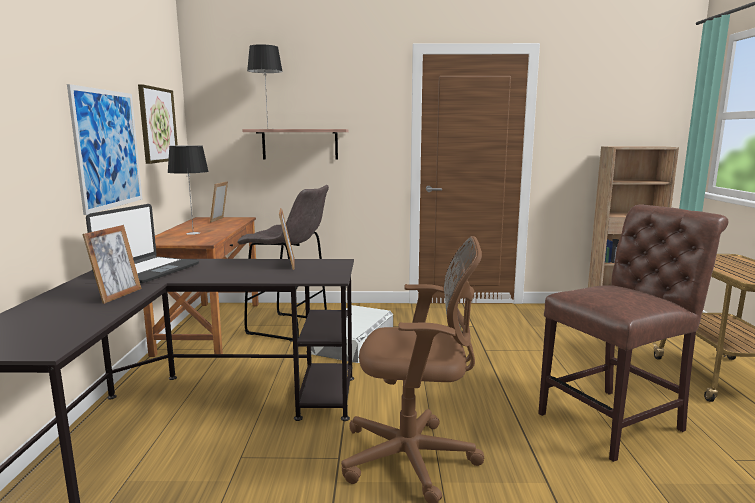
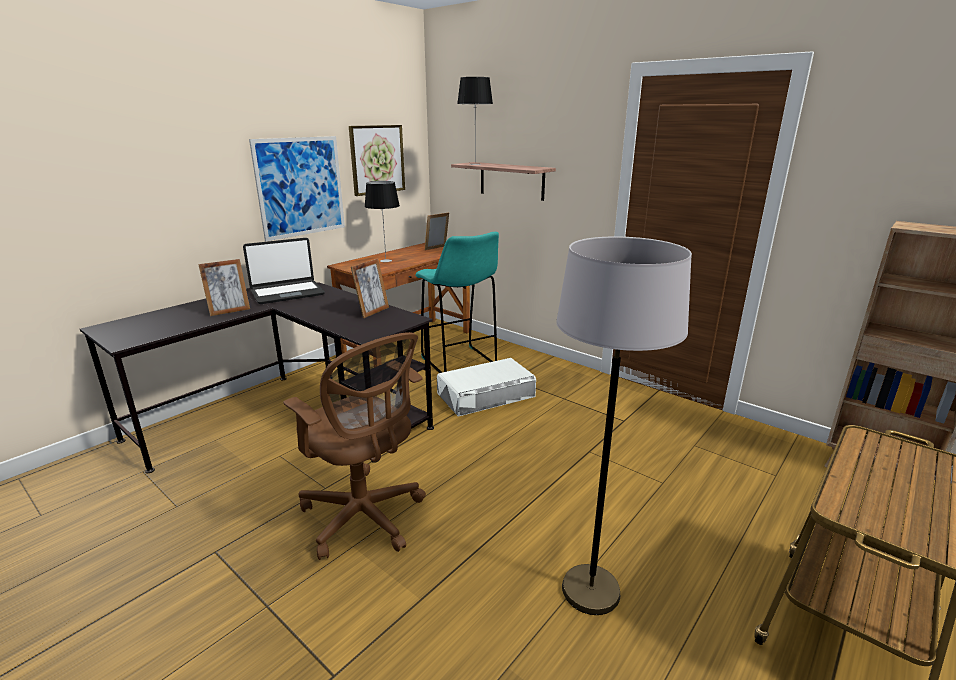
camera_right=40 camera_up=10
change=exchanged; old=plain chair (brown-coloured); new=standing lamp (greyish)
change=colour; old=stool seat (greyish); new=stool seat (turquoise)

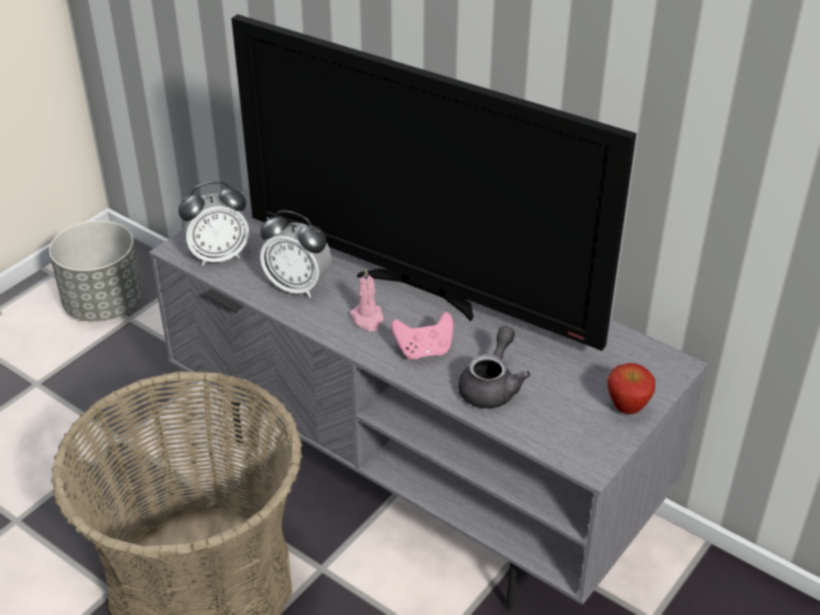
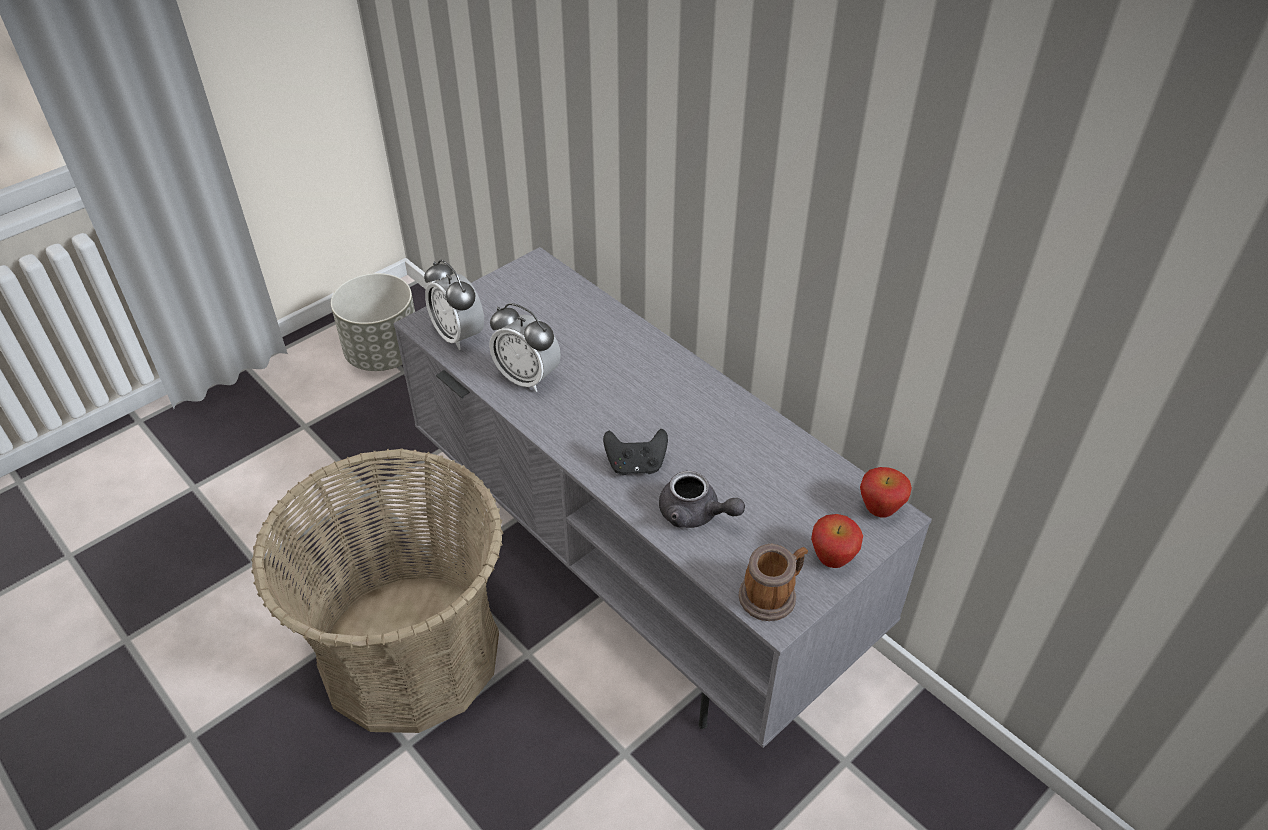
camera_right=10 camera_up=5
change=missing; old=TV set
change=missing; old=wax light (pink-coloured)
change=appeared; new=mug
change=appeared; new=apple (no. 2 from left)
change=colour; old=game controller (pink-coloured); new=game controller (black-coloured)
change=spun; old=alarm clock (no. 1 from left); degrees=60
change=spun; old=tea pot (greyish); degrees=90

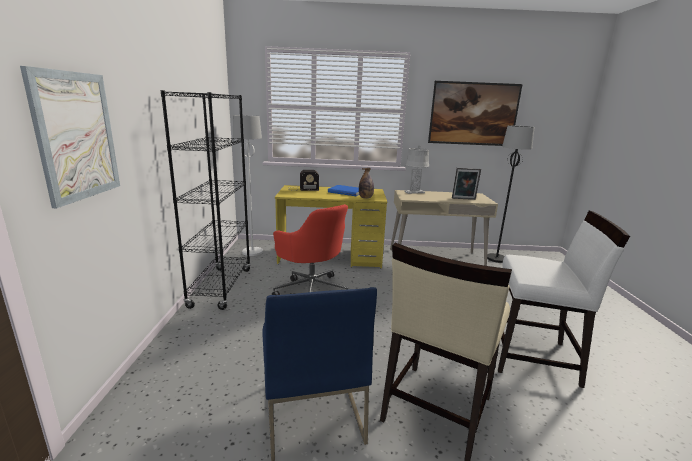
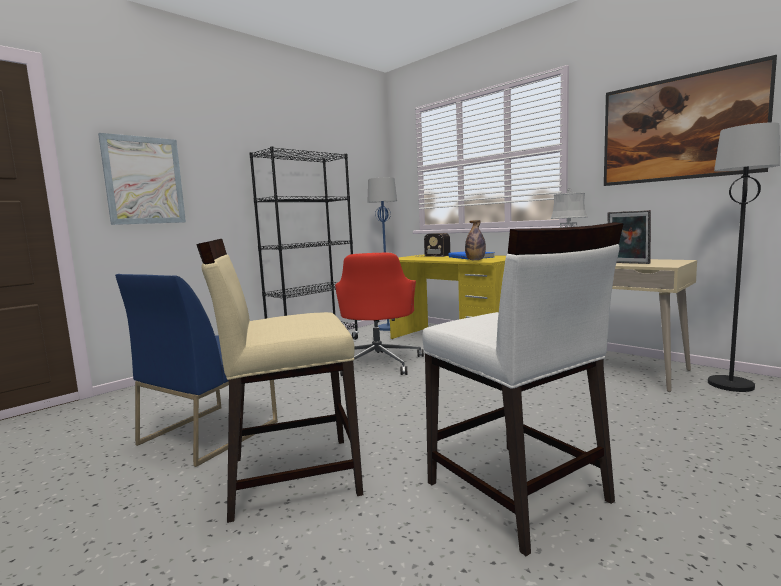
camera_right=45 camera_up=-10
change=colour; old=standing lamp (white); new=standing lamp (blue)

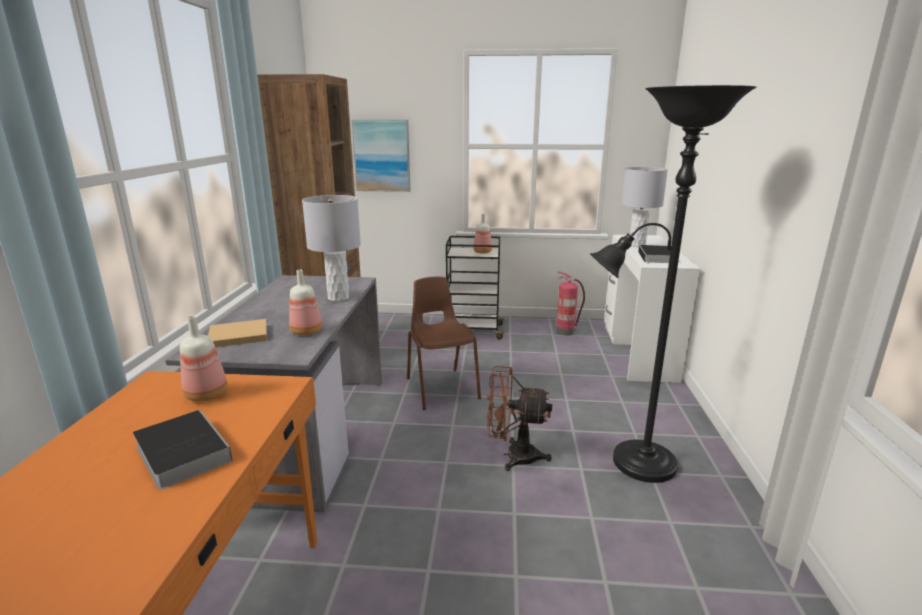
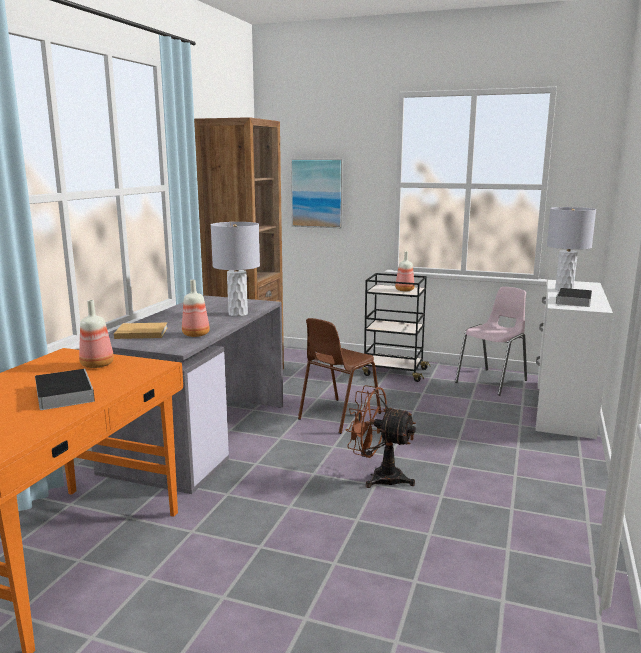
camera_right=15 camera_up=-5
change=missing; old=standing lamp (black-coloured)
change=exchanged; old=fire-fighting cylinder; new=plain chair (pink-coloured)
change=spun; old=plain chair (brown-coloured); degrees=-135

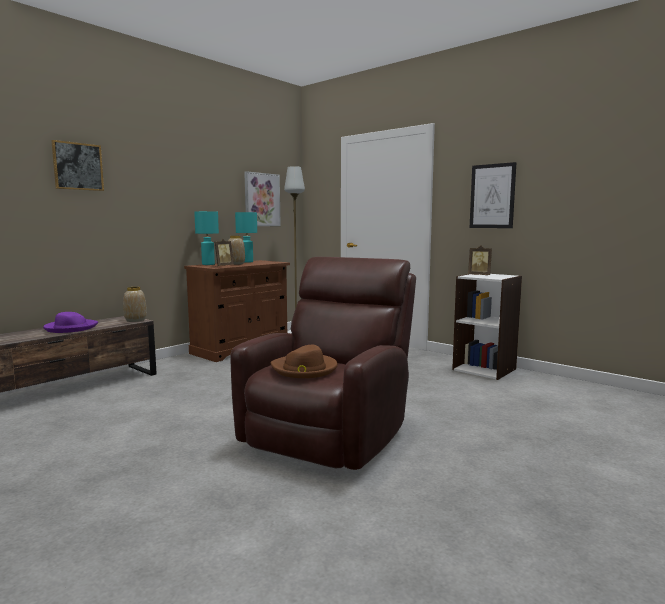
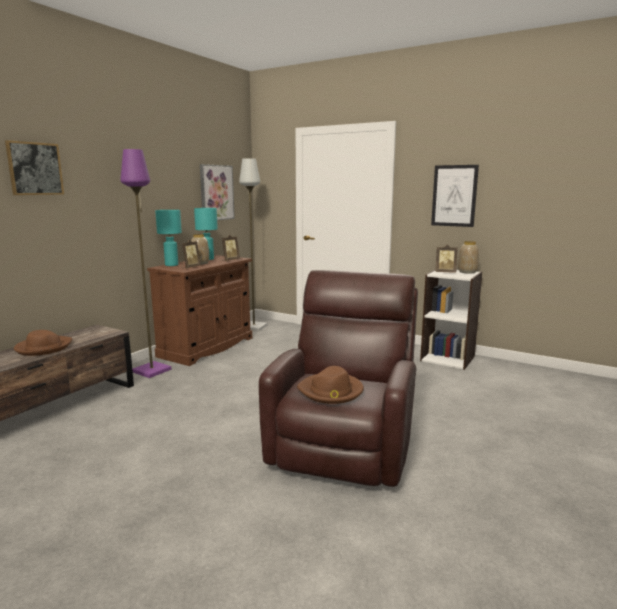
camera_right=-10 camera_up=5
change=appeared; new=standing lamp (purple)
change=appeared; new=photo frame (no. 2 from left)
change=relocated; old=vase (no. 1 from left in the first image); new=vase (no. 2 from left)
change=colour; old=wearable hat (purple); new=wearable hat (brown-coloured) (no. 1 from left)

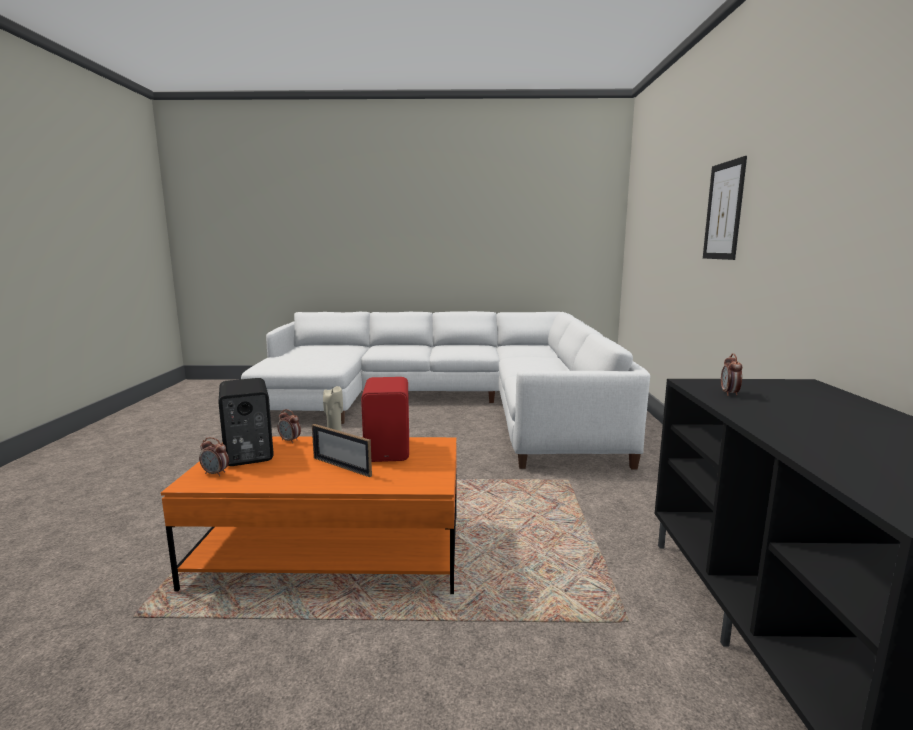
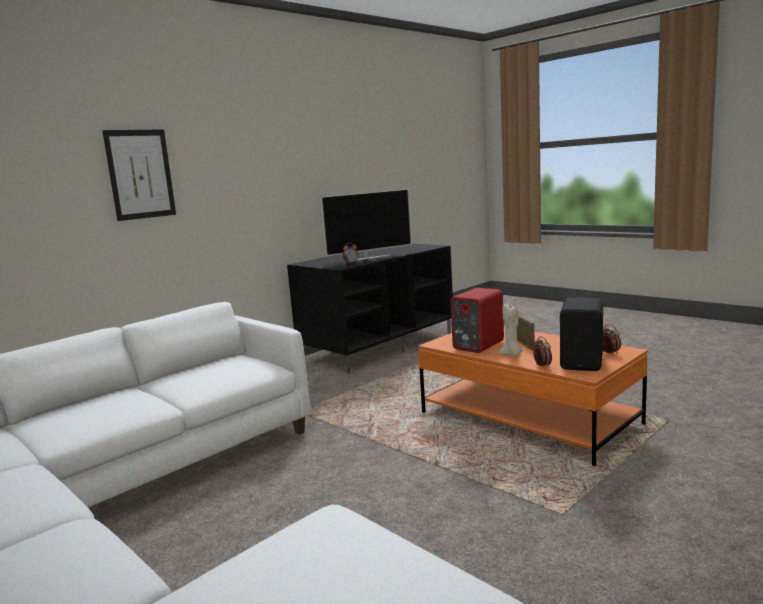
camera_right=-135 camera_up=0
change=appeared; new=TV set

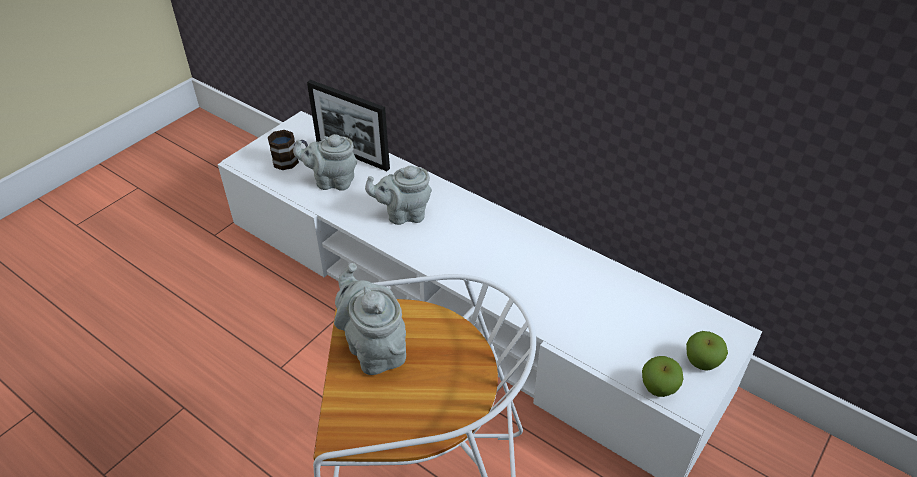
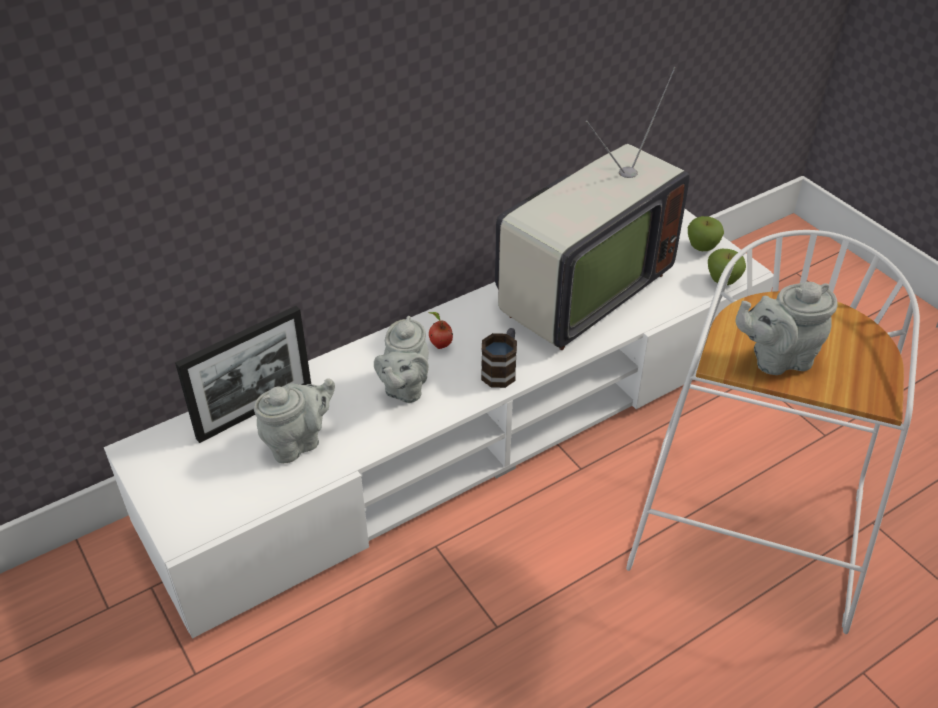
camera_right=-70 camera_up=0
change=appeared; new=apple (no. 1 from left)
change=appeared; new=TV set
change=relocated; old=mug
change=spun; old=tea pot (greyish) (no. 1 from left); degrees=-150

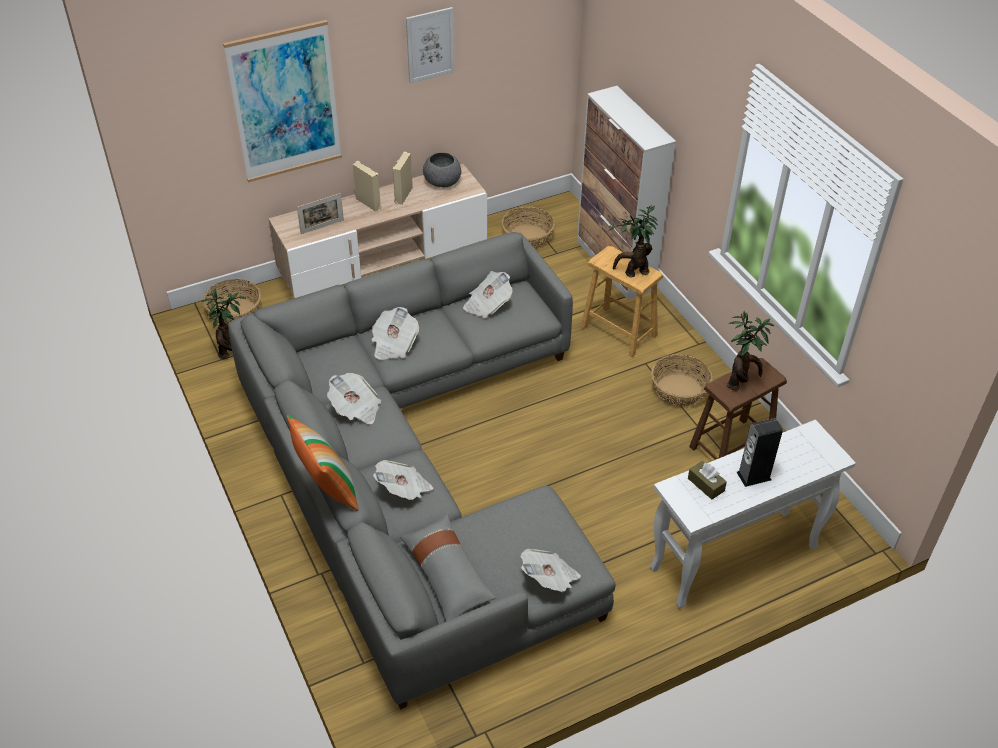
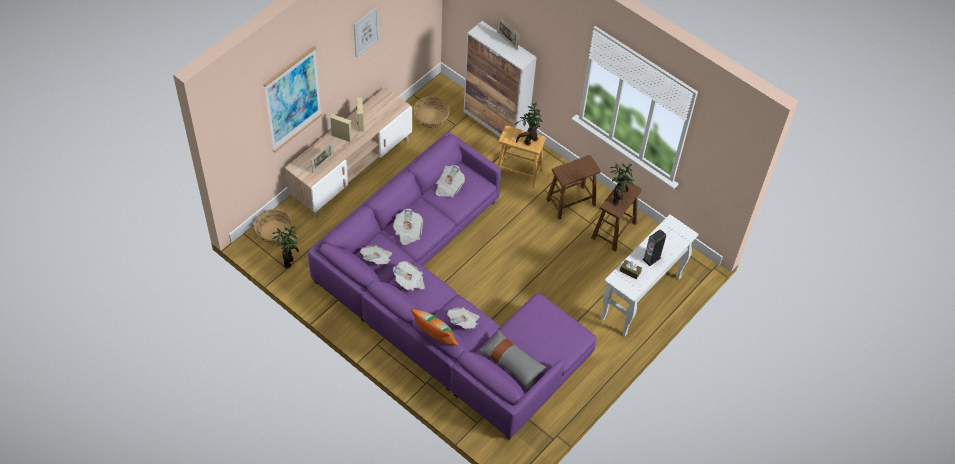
camera_right=-25 camera_up=10
change=missing; old=bowl (greyish)
change=appeared; new=photo frame (no. 2 from left)
change=relocated; old=printed paper (no. 5 from left in the first image); new=printed paper (no. 1 from left)
change=exchanged; old=household basket (no. 3 from left); new=stool seat (brown-coloured) (no. 2 from left)
change=colour; old=couch (greyish); new=couch (purple)

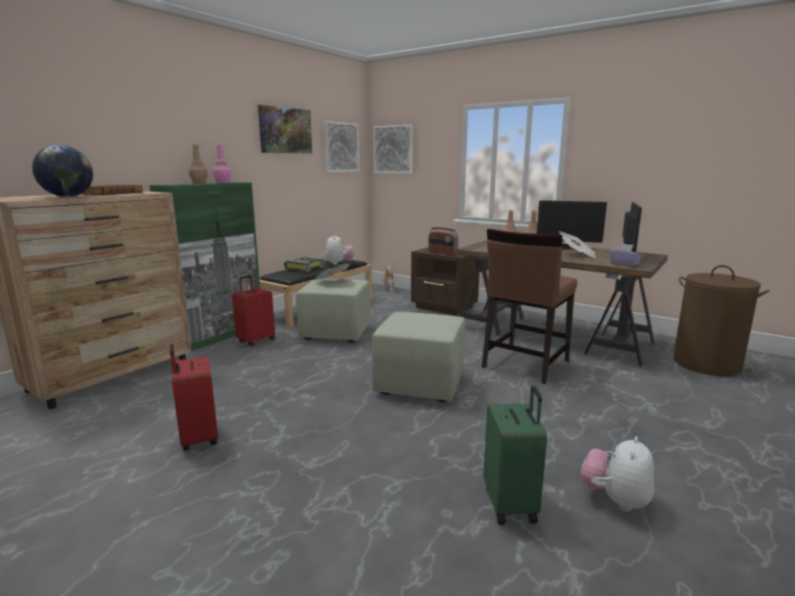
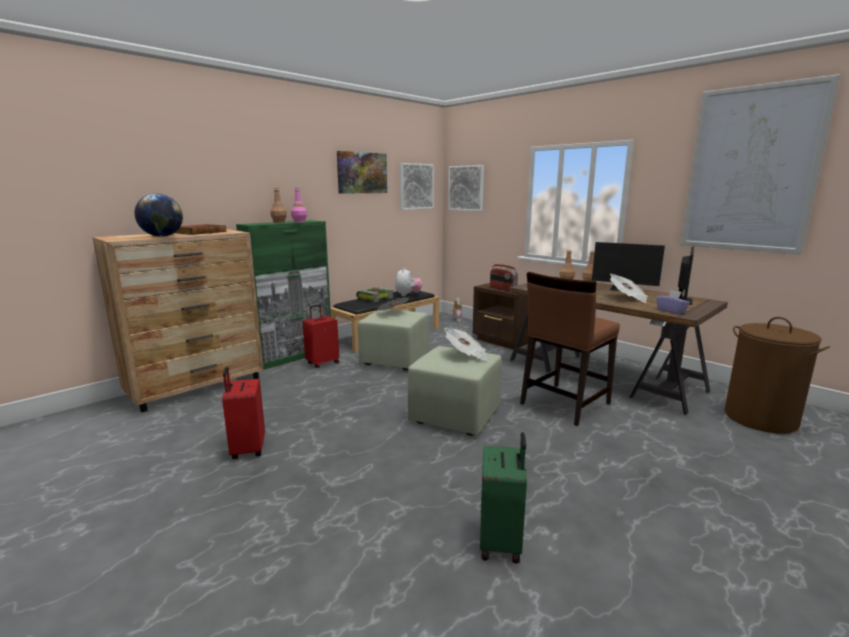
camera_right=10 camera_up=0
change=missing; old=soft toy (no. 3 from left)
change=appeared; new=printed paper (no. 2 from left)
change=appeared; new=wall picture (no. 4 from left)

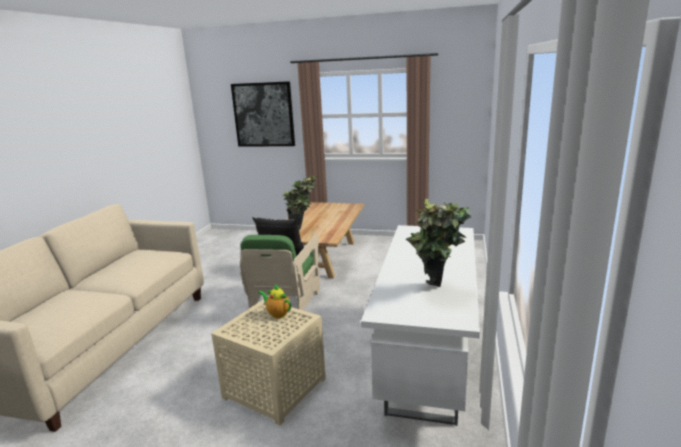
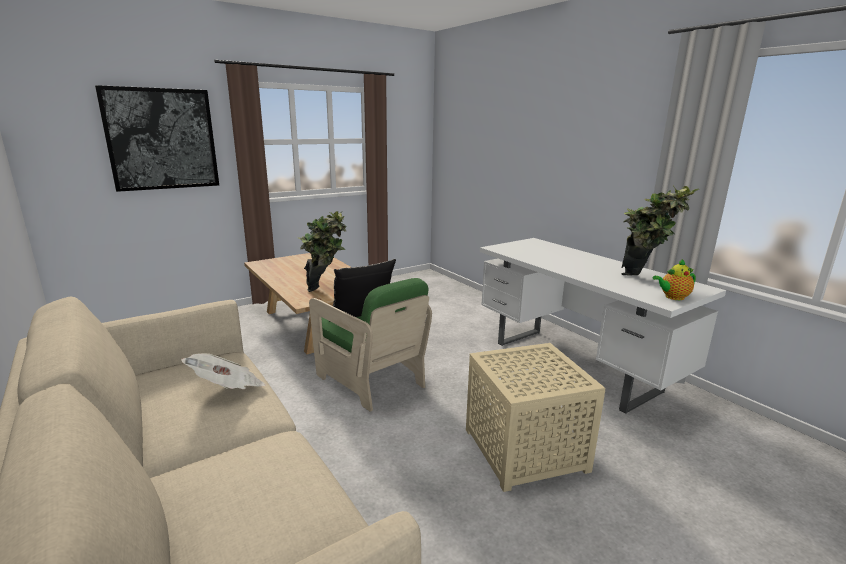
camera_right=-50 camera_up=0
change=appeared; new=printed paper
change=relocated; old=tea pot

